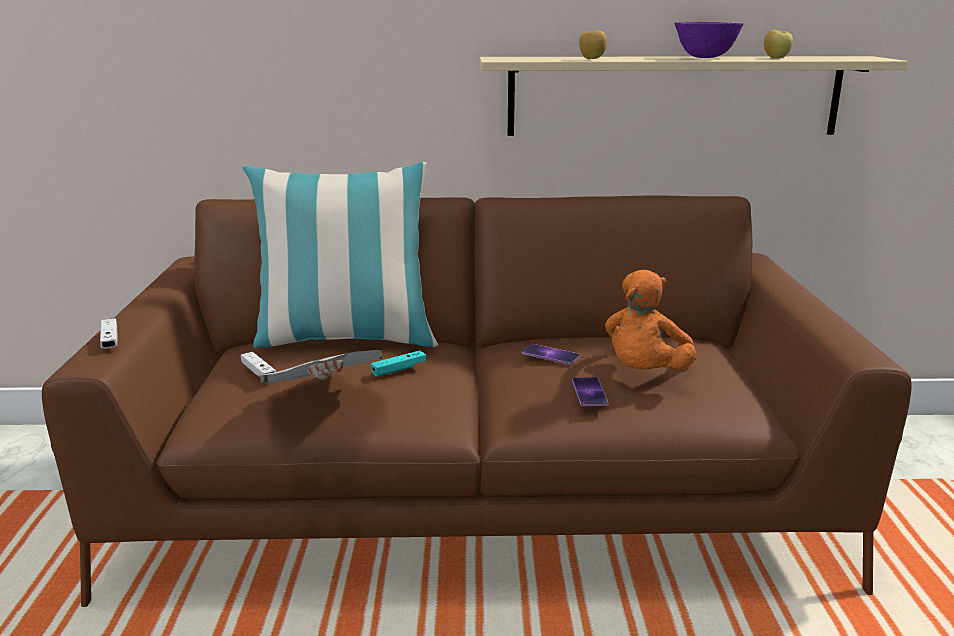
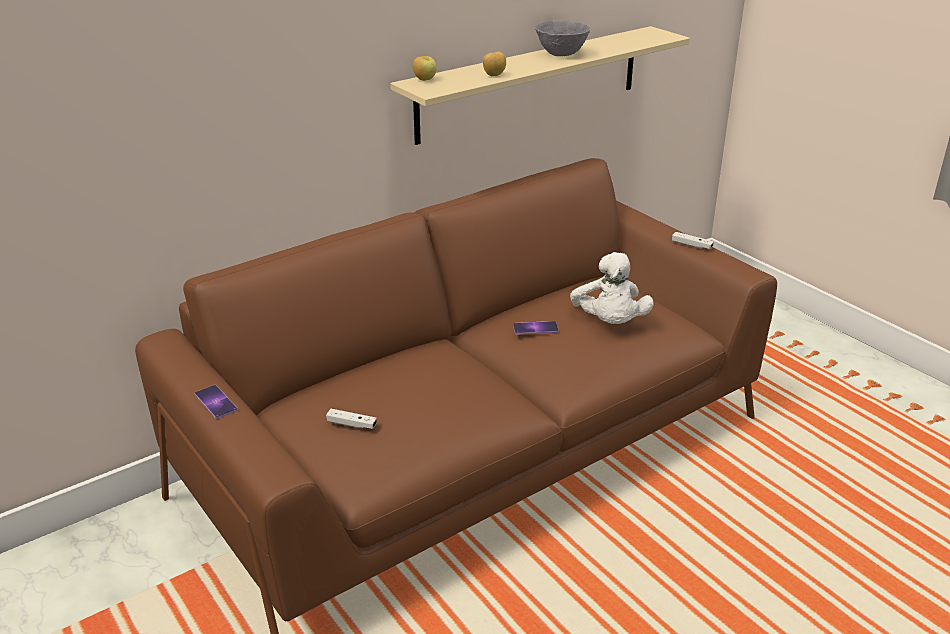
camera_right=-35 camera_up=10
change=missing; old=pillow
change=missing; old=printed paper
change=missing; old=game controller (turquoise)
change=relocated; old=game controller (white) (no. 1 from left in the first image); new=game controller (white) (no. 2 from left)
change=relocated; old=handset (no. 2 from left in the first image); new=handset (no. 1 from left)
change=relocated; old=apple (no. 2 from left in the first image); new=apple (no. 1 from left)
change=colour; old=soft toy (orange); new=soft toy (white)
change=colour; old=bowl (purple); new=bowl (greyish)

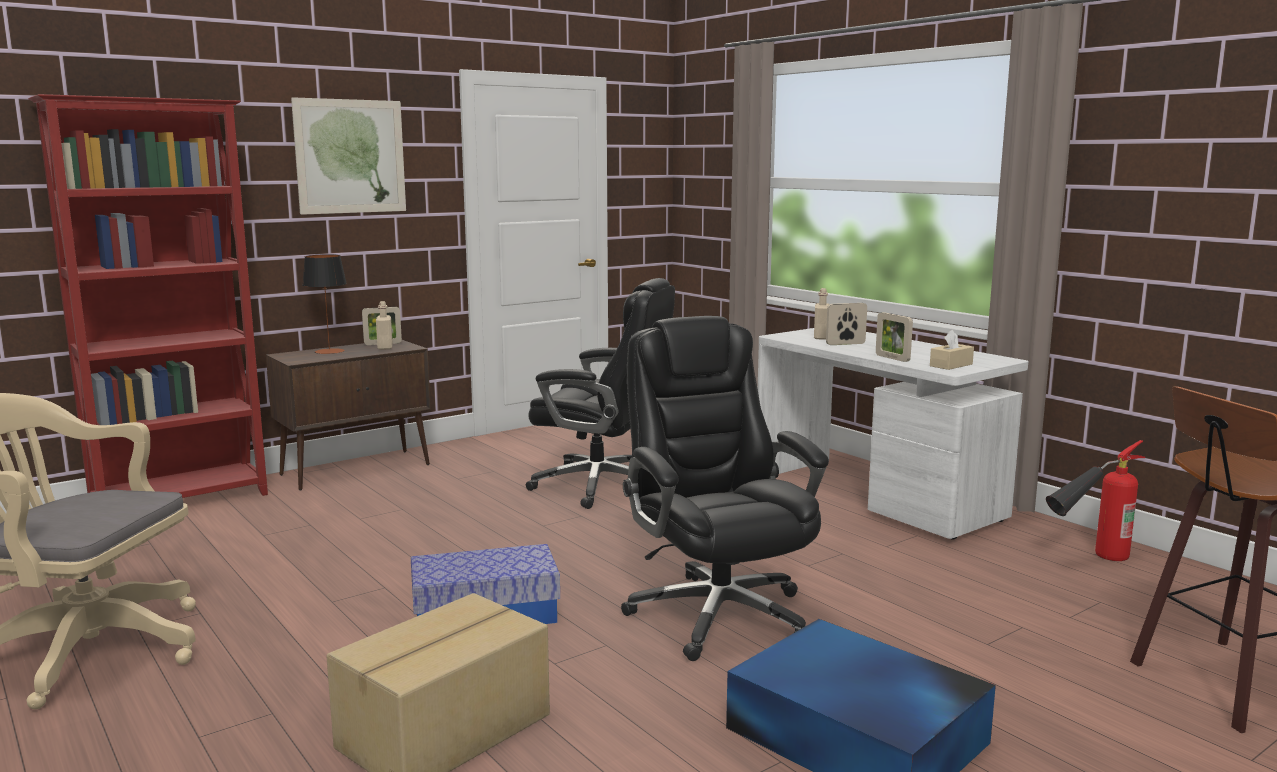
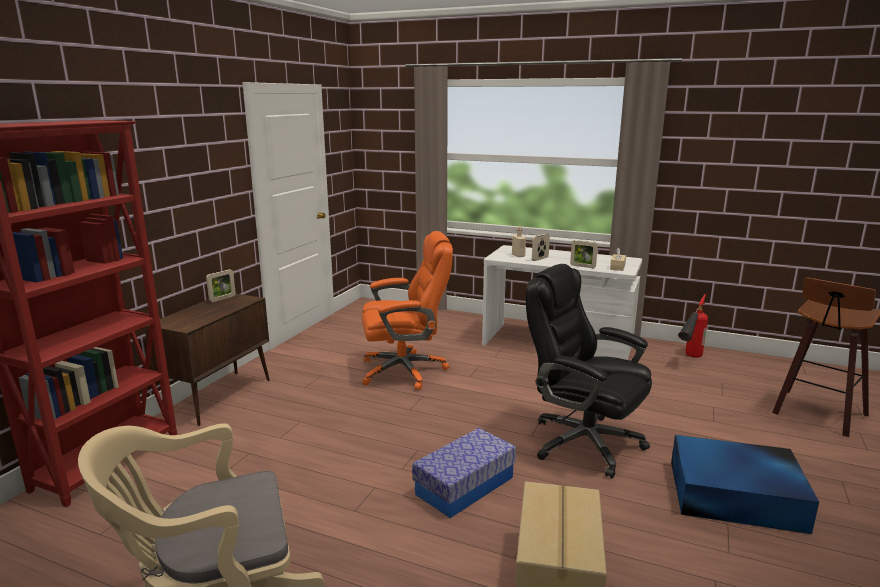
camera_right=-30 camera_up=5
change=missing; old=wall picture
change=missing; old=lamp for a table
change=missing; old=bottle (sand-coloured) (no. 1 from left)
change=colour; old=office chair (black-coloured) (no. 1 from left); new=office chair (orange)

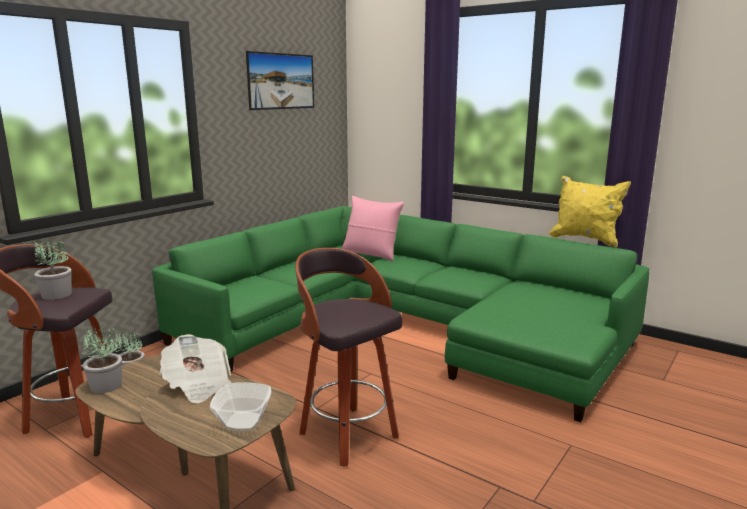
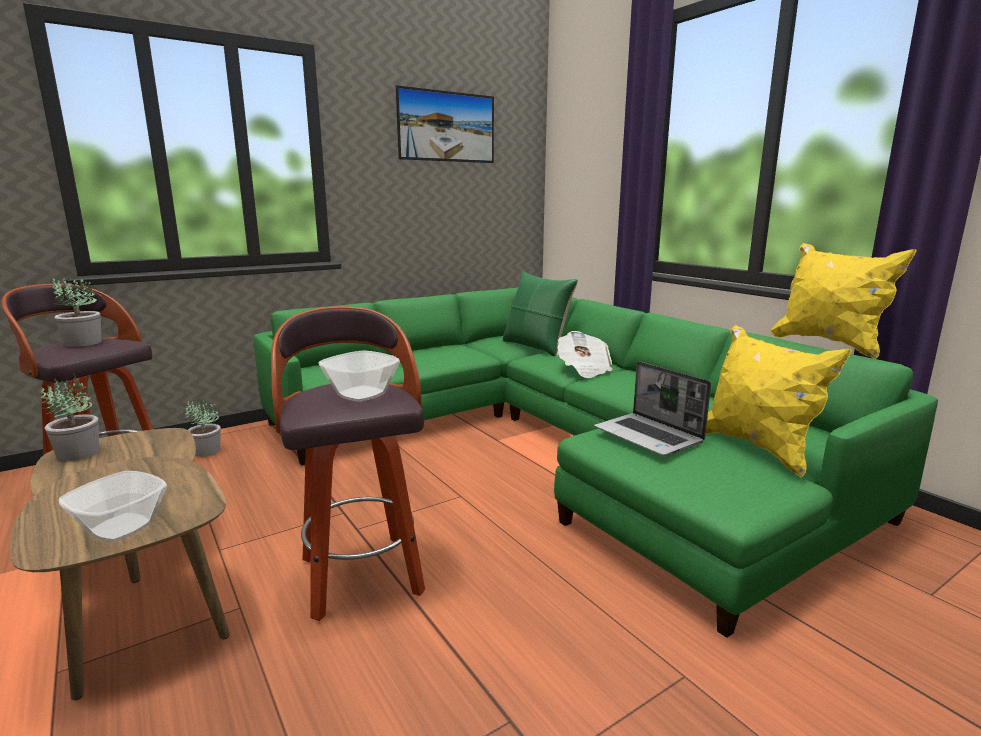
camera_right=20 camera_up=0
change=appeared; new=bowl (no. 2 from left)
change=appeared; new=portable computer
change=appeared; new=pillow (yellow-coloured) (no. 1 from left)
change=relocated; old=printed paper
change=colour; old=pillow (pink-coloured); new=pillow (green-coloured)

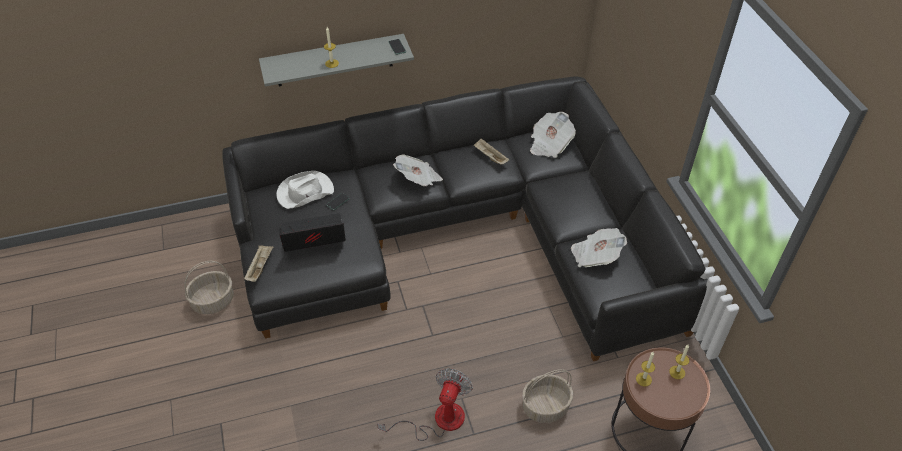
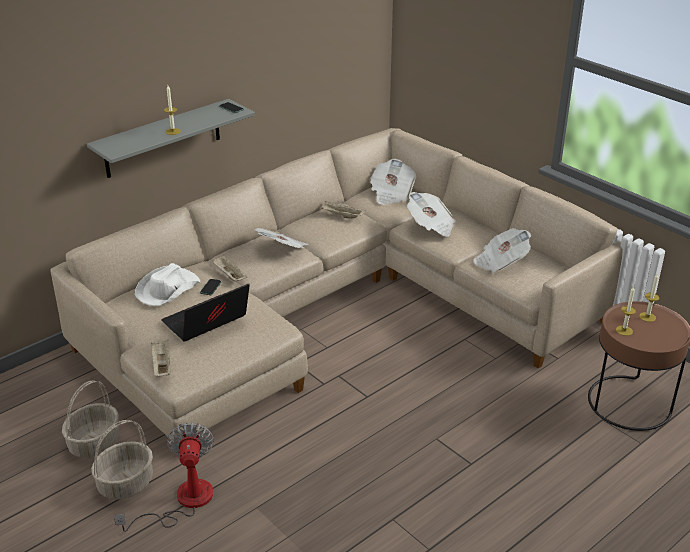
camera_right=-25 camera_up=-15
change=appeared; new=tray (sand-coloured) (no. 2 from left)
change=appeared; new=printed paper (no. 3 from left)
change=relocated; old=fan
change=relocated; old=household basket (no. 2 from left)
change=colour; old=couch (black-coloured); new=couch (sand-coloured)

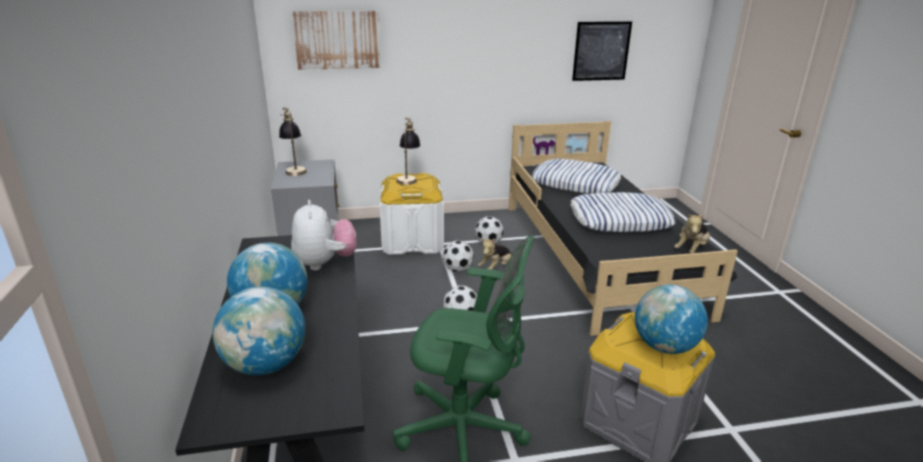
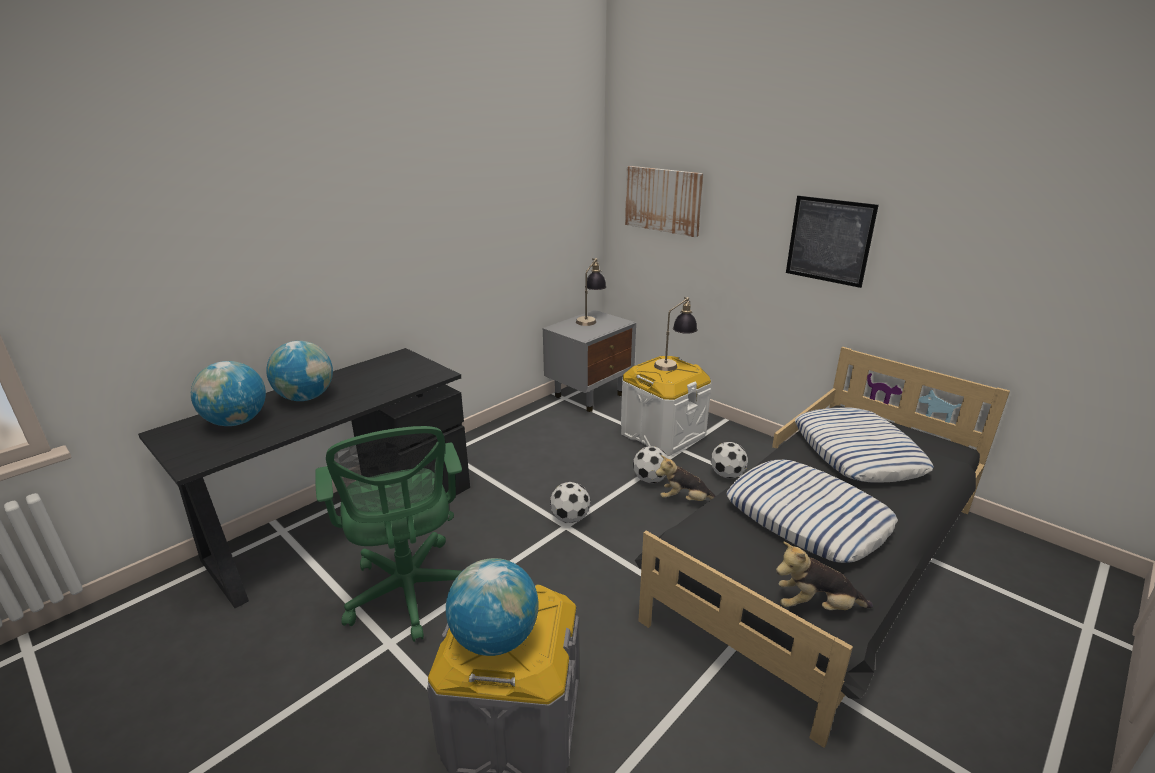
camera_right=55 camera_up=0
change=missing; old=soft toy (no. 1 from left)
change=relocated; old=wall picture (no. 2 from left)

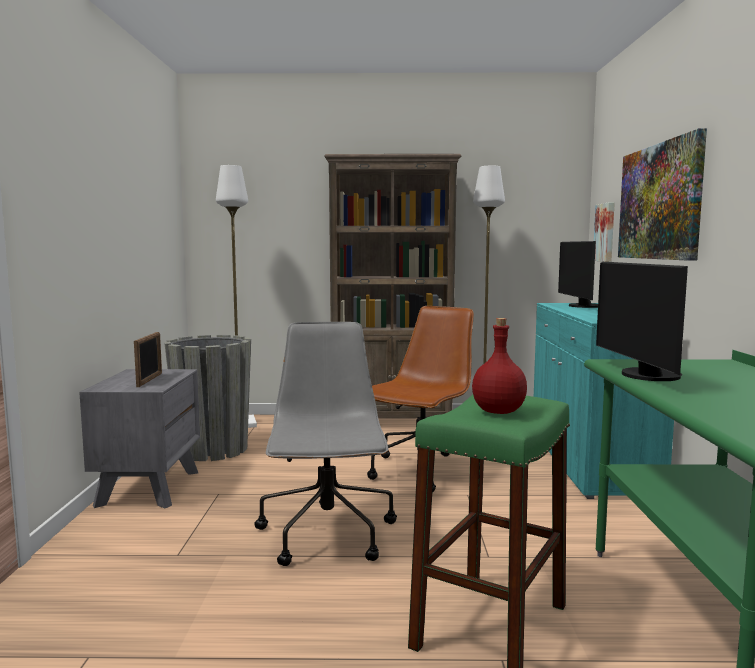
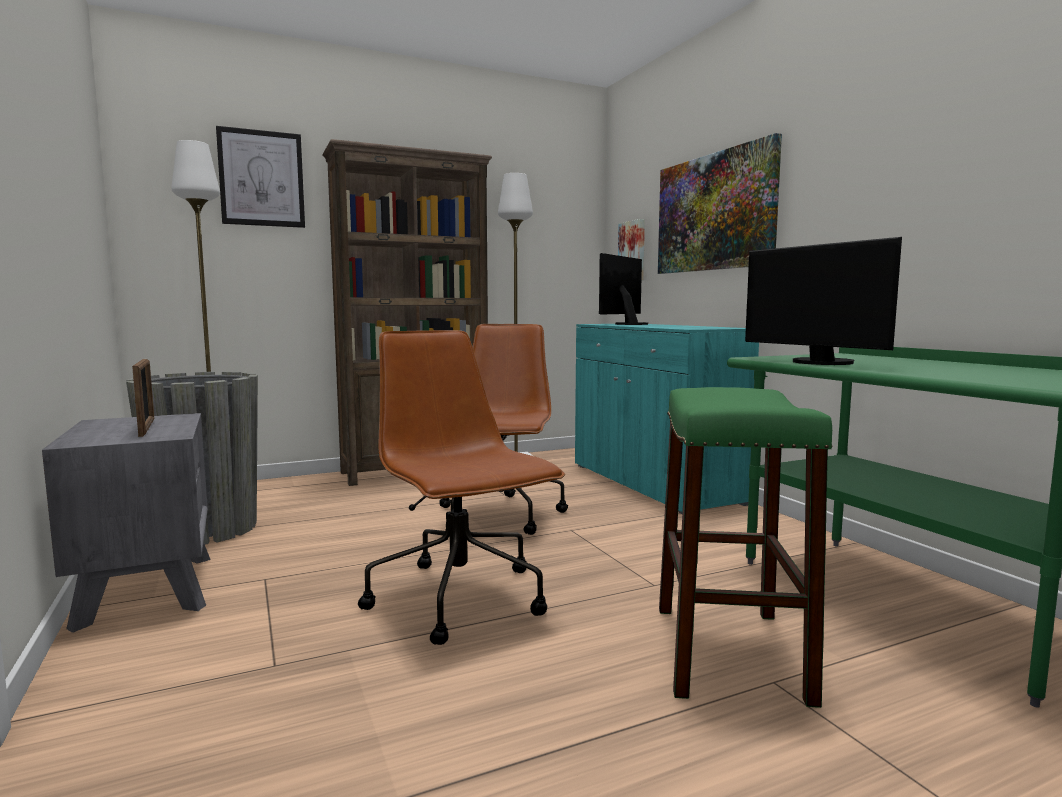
camera_right=-25 camera_up=0
change=missing; old=bottle (red-coloured)
change=appeared; new=wall picture (no. 1 from left)
change=colour; old=office chair (greyish); new=office chair (brown-coloured) (no. 1 from left)
change=spun; old=monitor (no. 1 from left); degrees=60

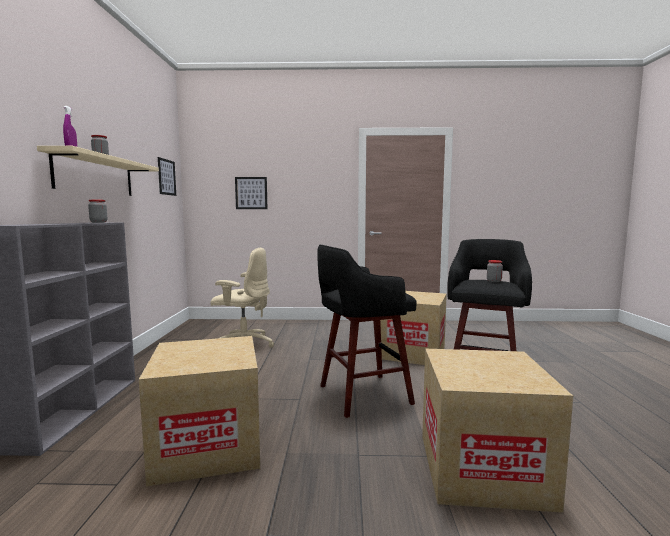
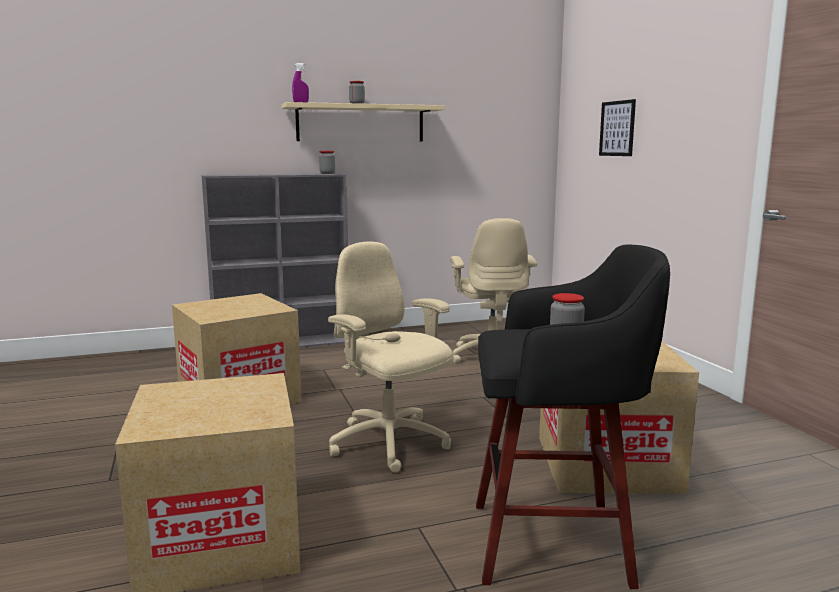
camera_right=70 camera_up=5
change=missing; old=wall picture (no. 1 from left)
change=exchanged; old=stool seat (black-coloured) (no. 1 from left); new=office chair (sand-coloured) (no. 1 from left)

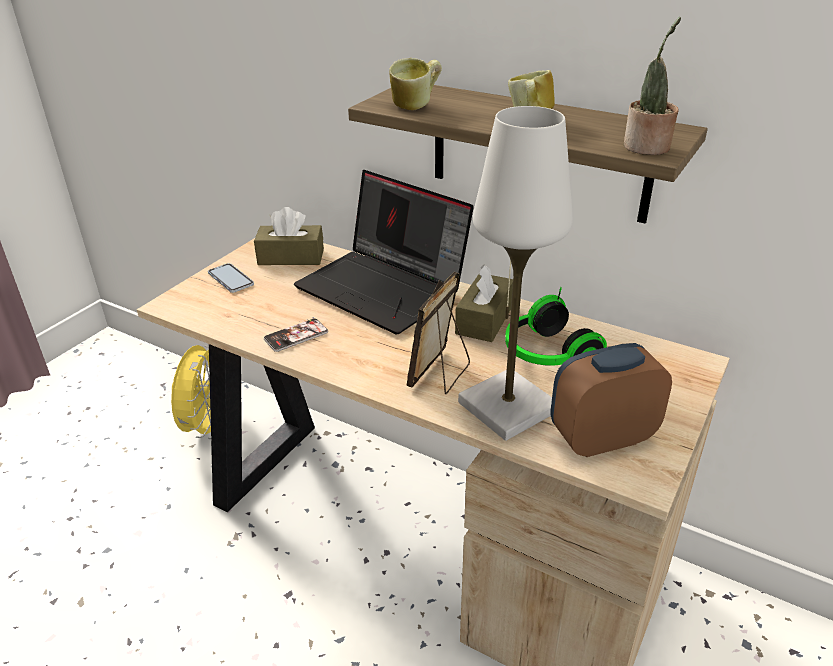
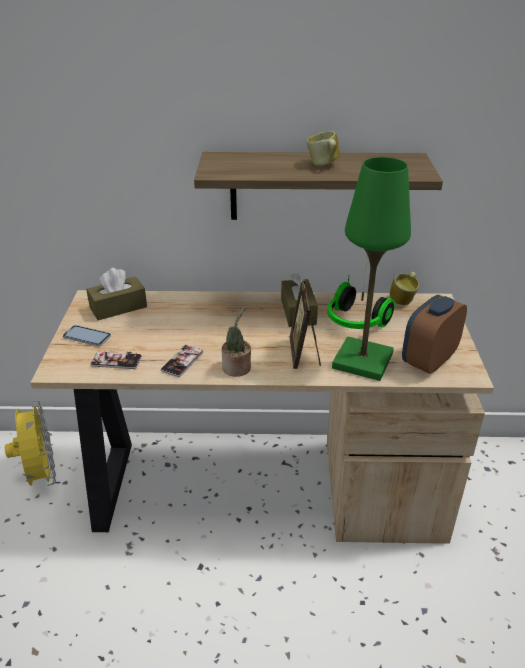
camera_right=-30 camera_up=0
change=missing; old=portable computer
change=appeared; new=handset (no. 2 from left)
change=relocated; old=mug (no. 1 from left in the first image); new=mug (no. 2 from left)
change=relocated; old=plant in a pot
change=colour; old=lamp for a table (white); new=lamp for a table (green-coloured)

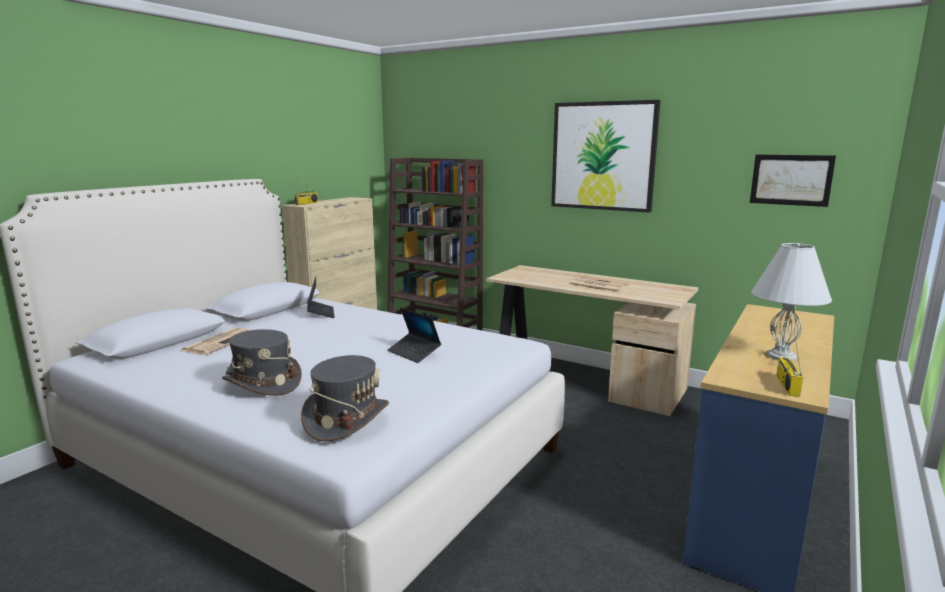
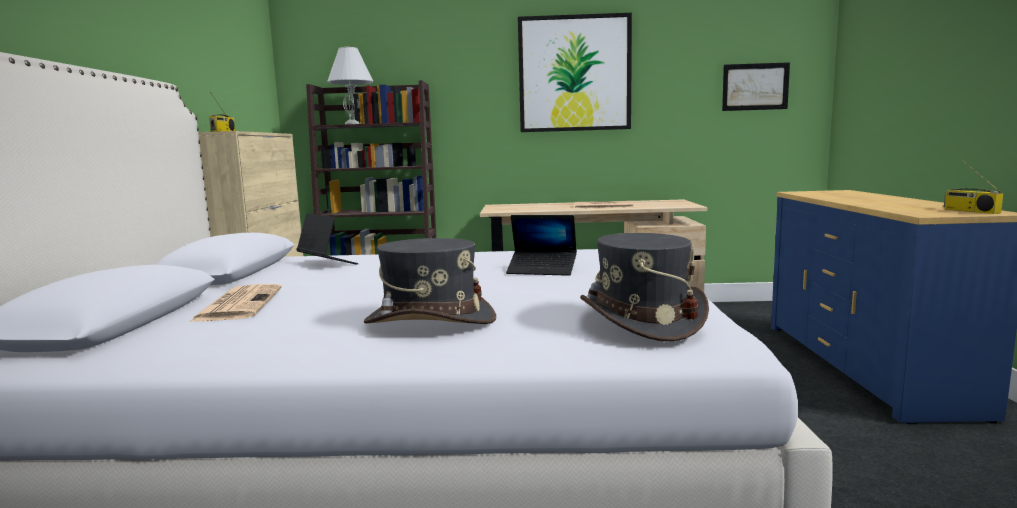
camera_right=-30 camera_up=-5
change=relocated; old=lamp for a table (white)

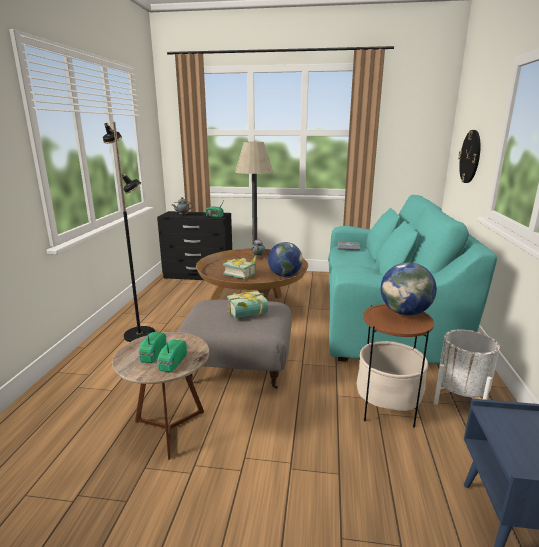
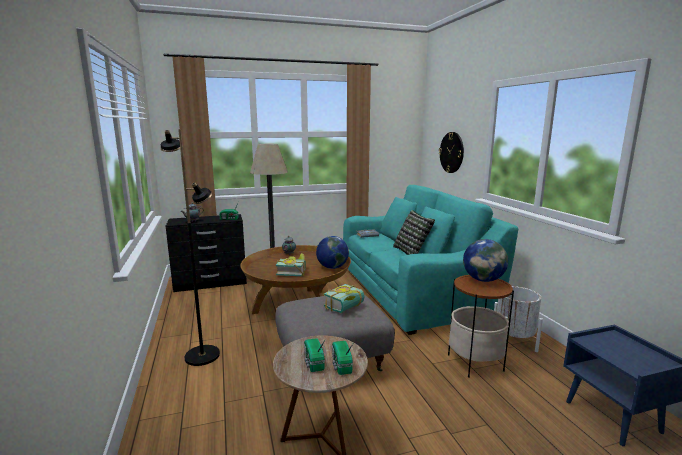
camera_right=-25 camera_up=-5
change=appeared; new=pillow

